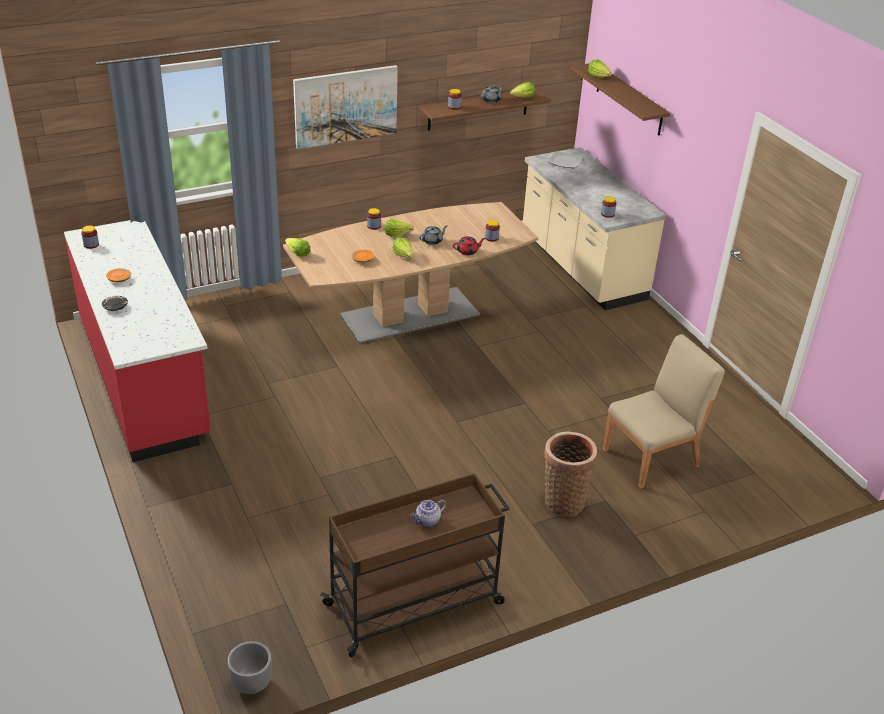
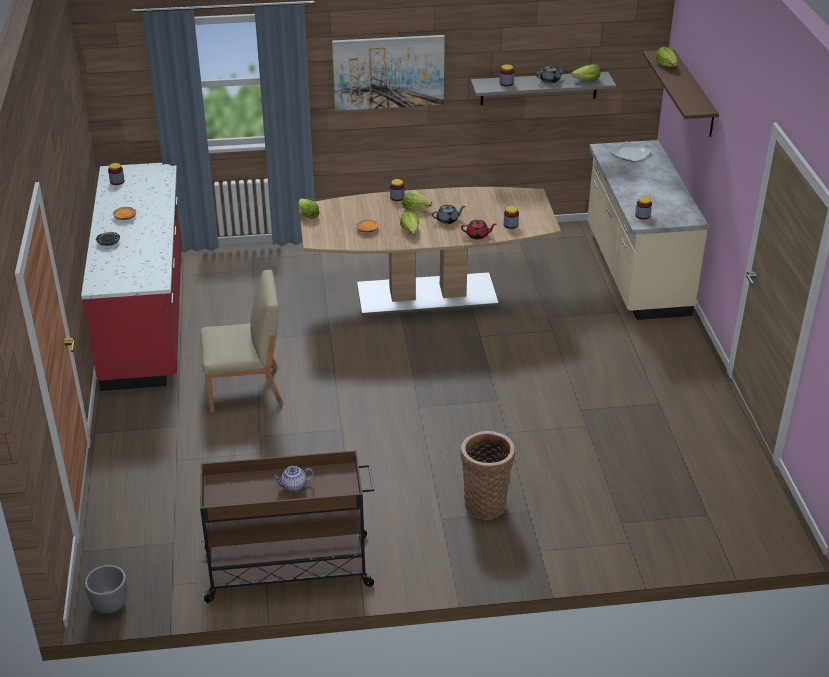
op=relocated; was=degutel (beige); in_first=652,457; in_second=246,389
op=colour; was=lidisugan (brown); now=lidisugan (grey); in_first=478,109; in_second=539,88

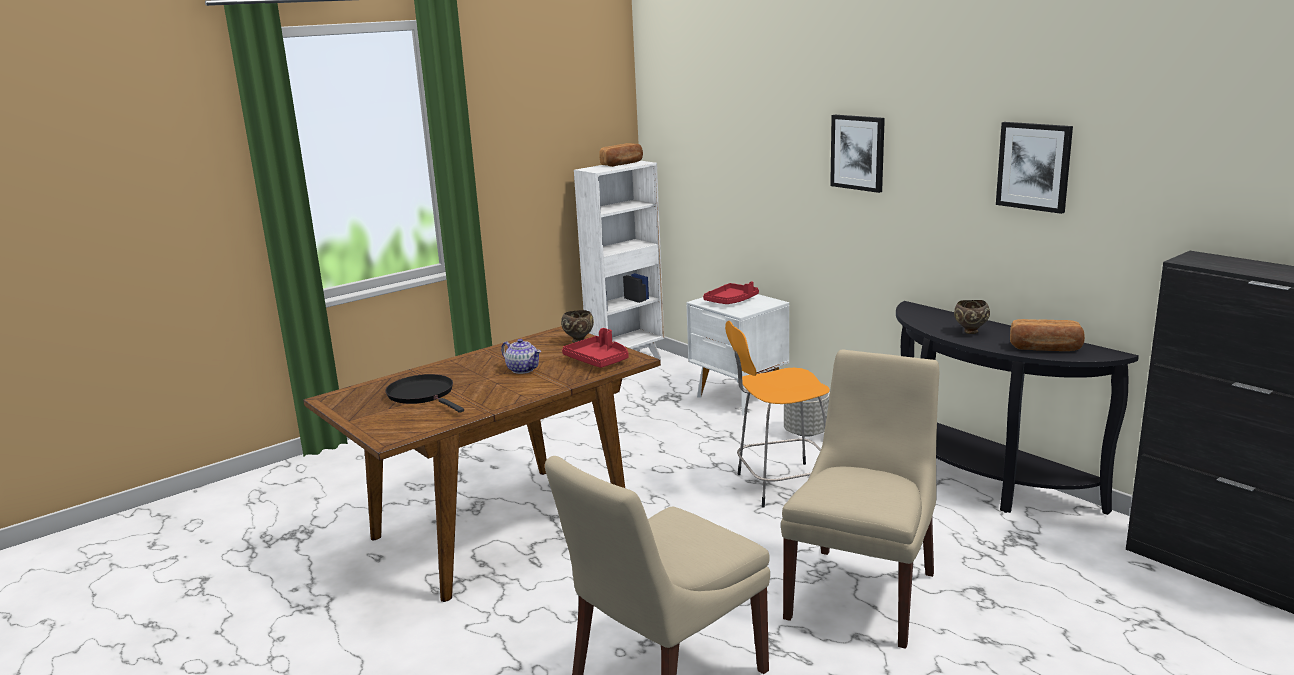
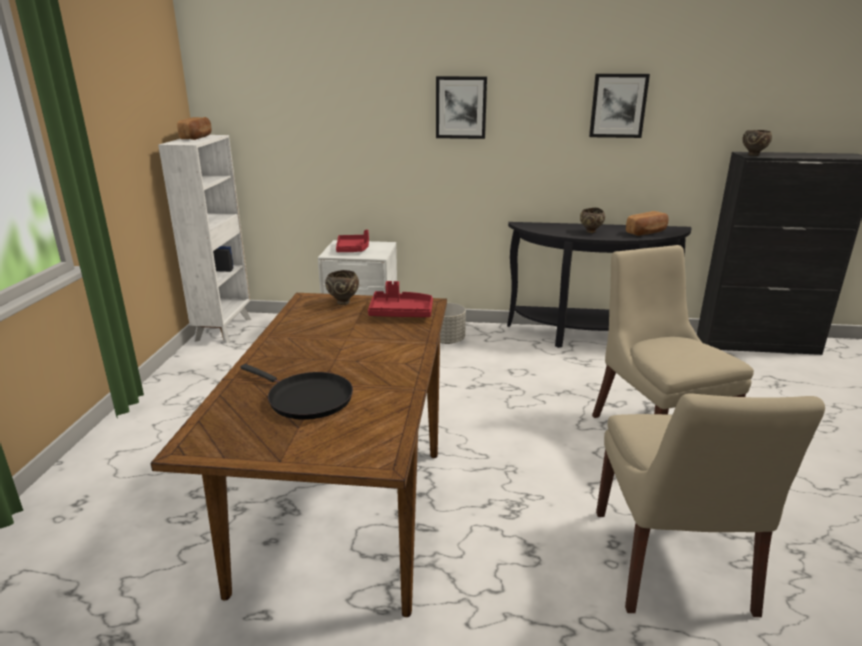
op=missing; was=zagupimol; in_first=523,369
op=missing; was=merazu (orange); in_first=780,485
op=appeared; now=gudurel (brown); in_second=753,155
op=spun; was=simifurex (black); in_first=423,395; in_second=306,399; clockwise=-150

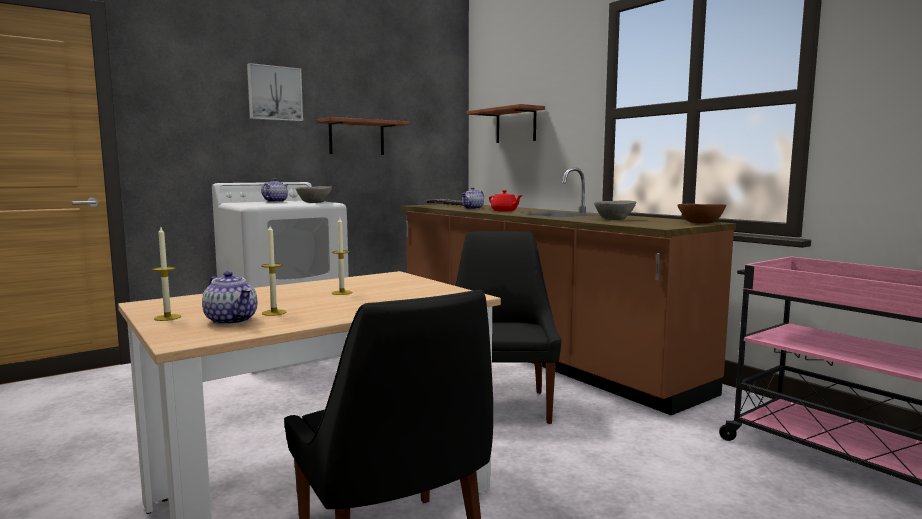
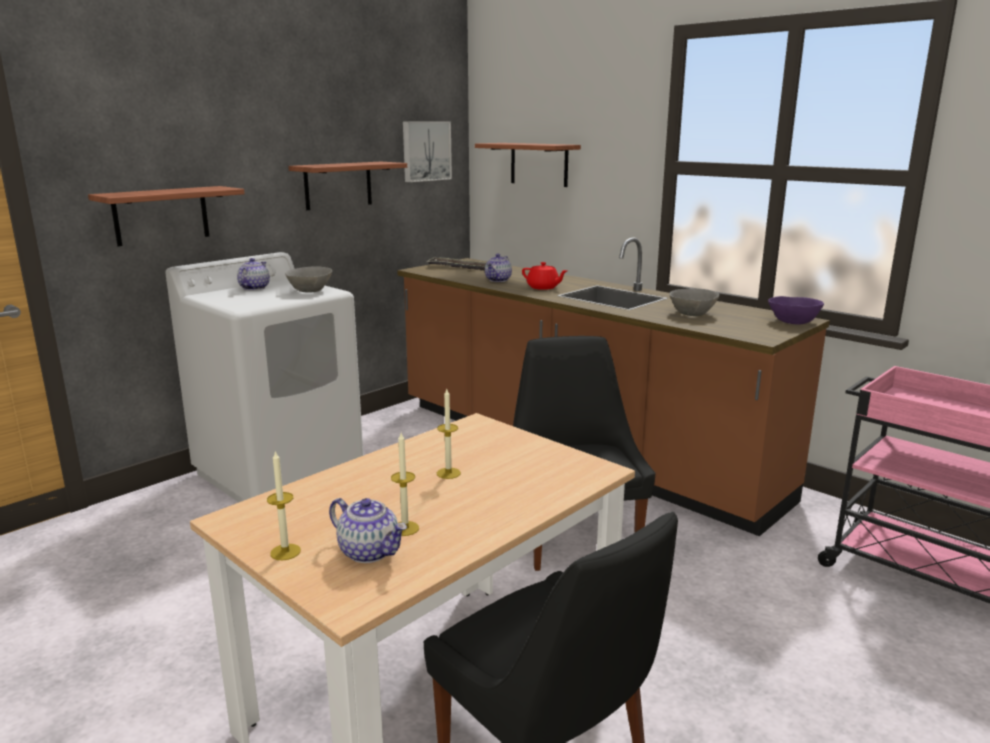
op=appeared; now=lidisugan; in_second=161,215
op=relocated; was=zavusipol; in_first=274,93; in_second=425,151
op=colour; was=gudurel (brown); now=gudurel (purple); in_first=701,223; in_second=794,322

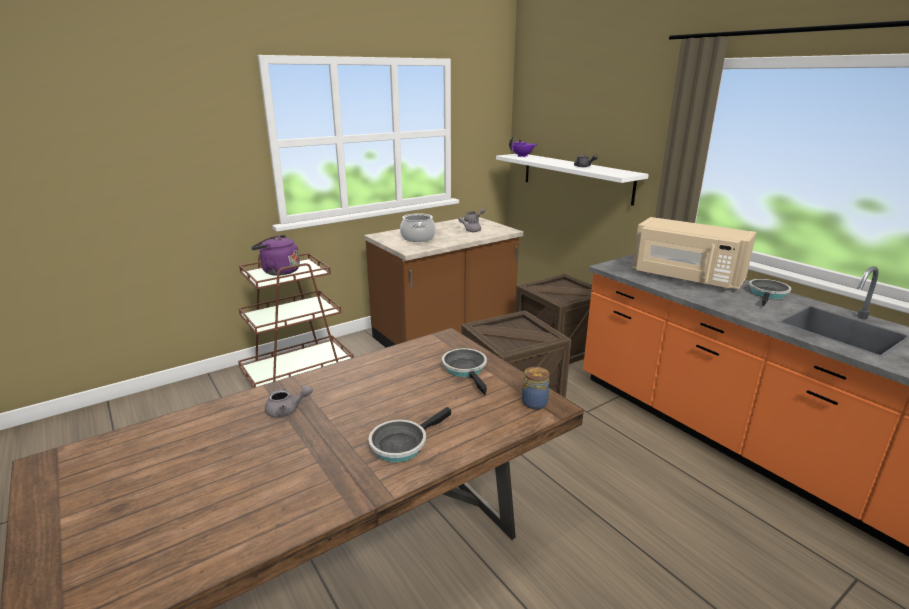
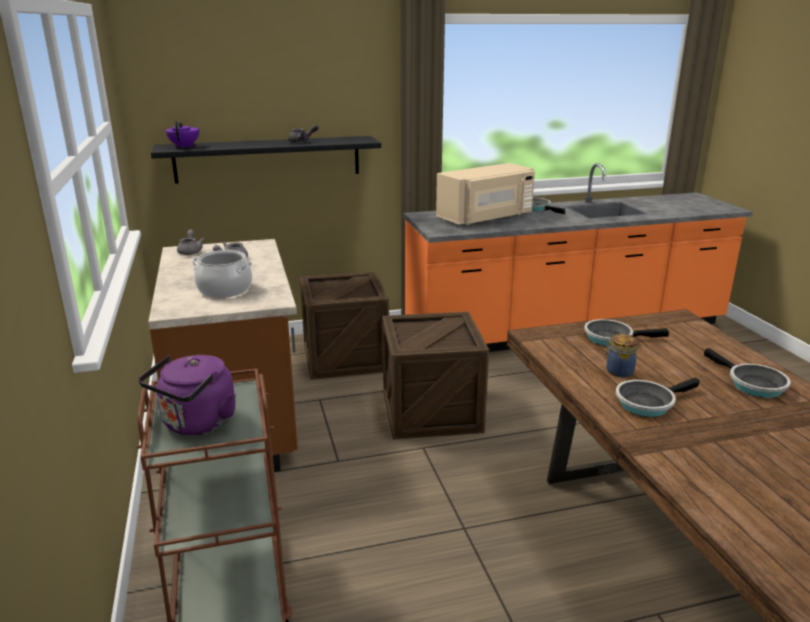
op=missing; was=zagupimol (grey); in_first=287,410
op=appeared; now=simifurex; in_second=647,403
op=relocated; was=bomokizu; in_first=534,402; in_second=618,371
op=colour; was=lidisugan (white); now=lidisugan (black); in_first=576,177; in_second=268,159

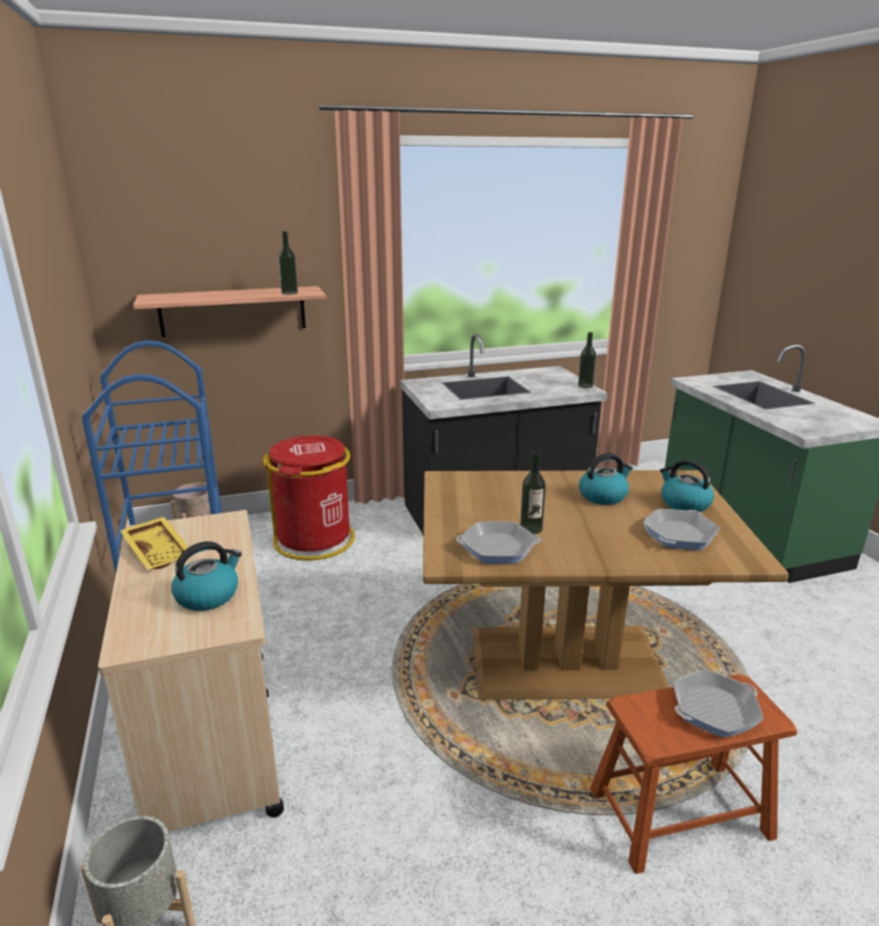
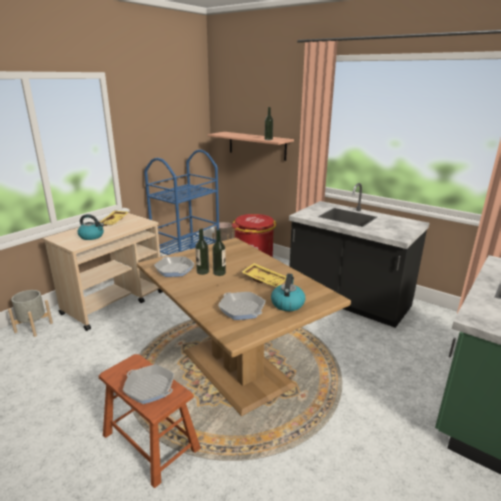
op=relocated; was=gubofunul; in_first=585,386; in_second=219,273
op=exchanged; was=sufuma; now=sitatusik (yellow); in_first=603,496; in_second=265,280
op=spun; was=simifurex; in_first=679,535; in_second=242,309; clockwise=-135

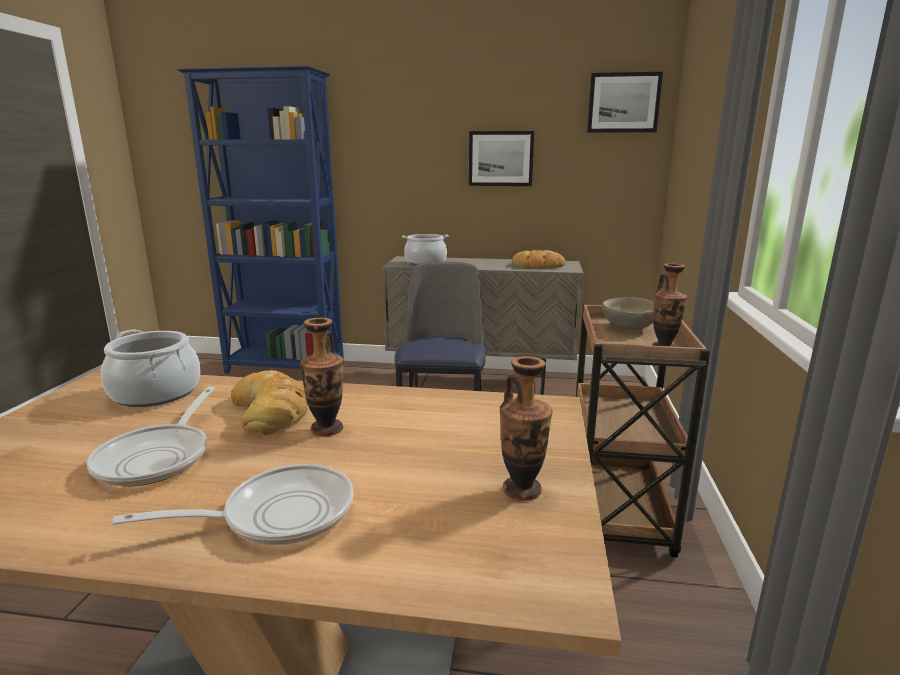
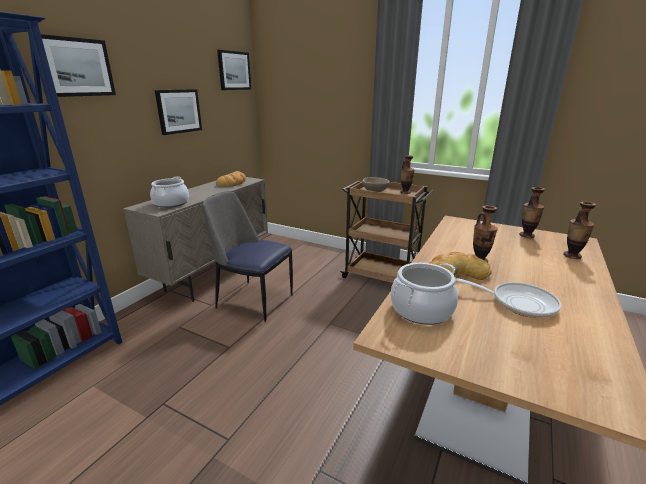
op=missing; was=simifurex; in_first=278,515
op=appeared; now=zavusipol; in_second=77,67
op=appeared; now=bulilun; in_second=572,256

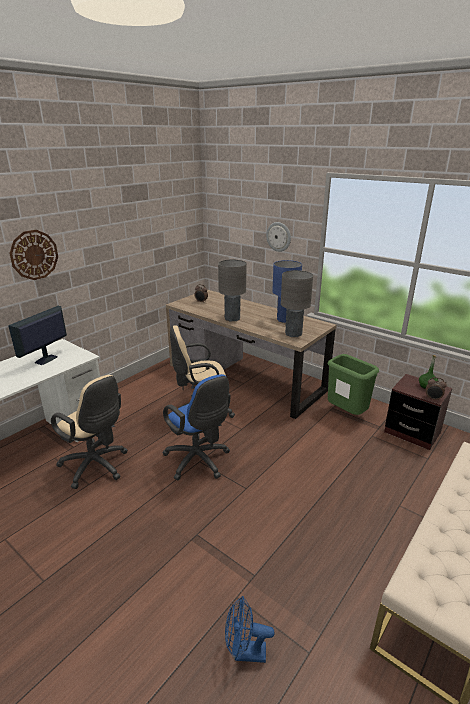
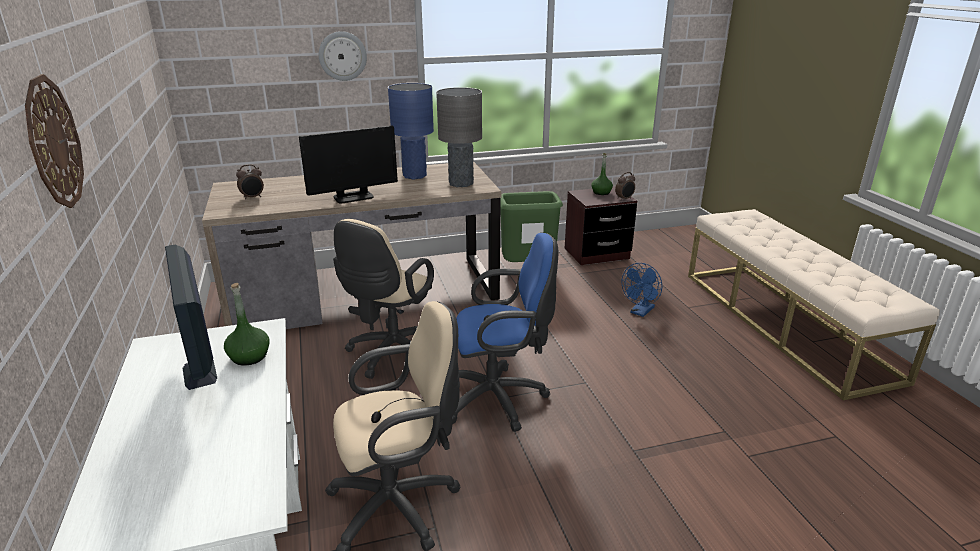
op=appeared; now=gubofunul (green); in_second=249,357
op=relocated; was=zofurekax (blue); in_first=245,653; in_second=640,312
op=exchanged; was=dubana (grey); now=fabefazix; in_first=232,318; in_second=353,197

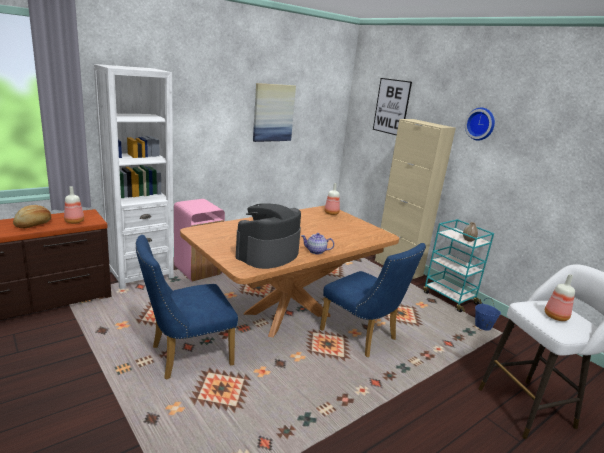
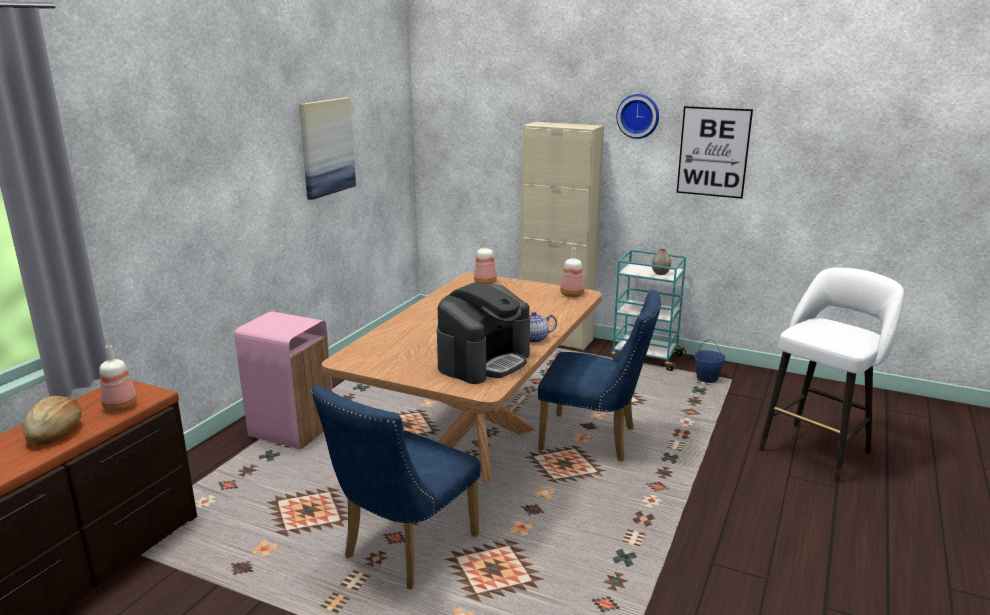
op=missing; was=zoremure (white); in_first=140,274
op=relocated; was=zavusipol; in_first=391,106; in_second=713,152
op=relocated; was=gubofunul; in_first=555,316; in_second=572,294
op=spun; was=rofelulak; in_first=267,254; in_second=484,361; clockwise=-150

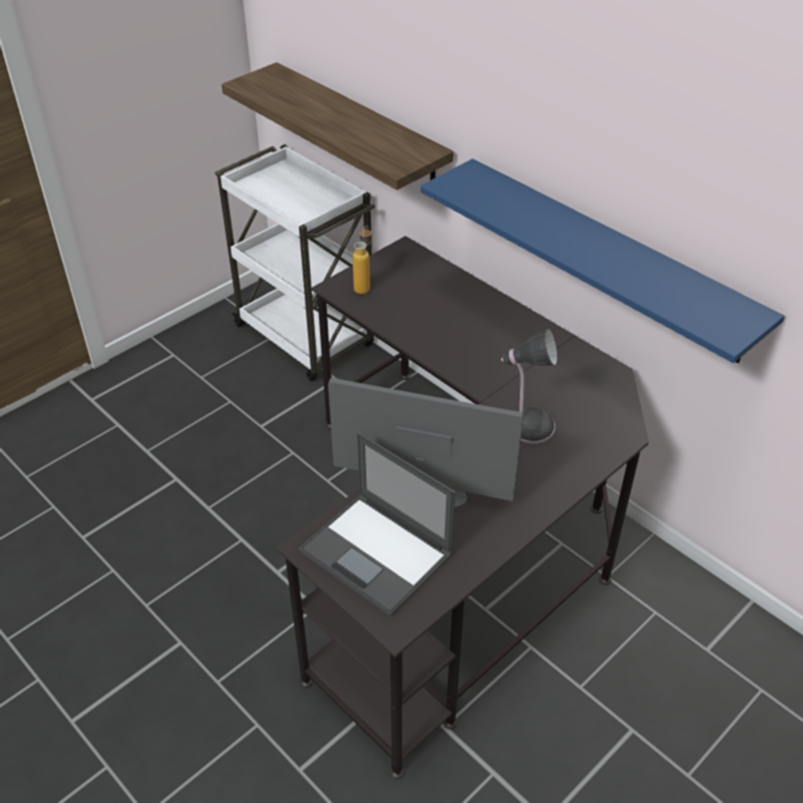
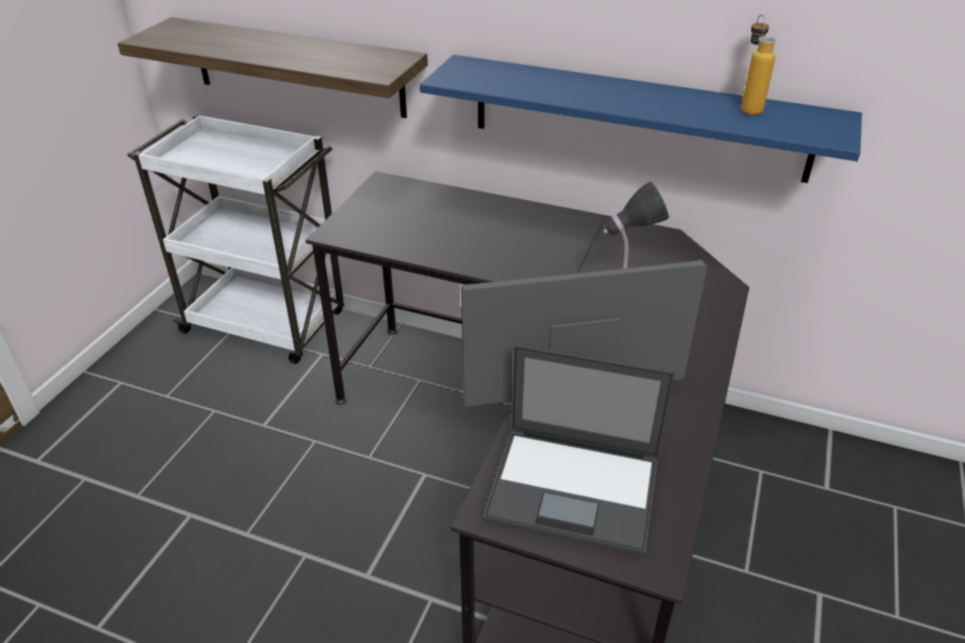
op=relocated; was=gubofunul; in_first=364,286; in_second=748,107

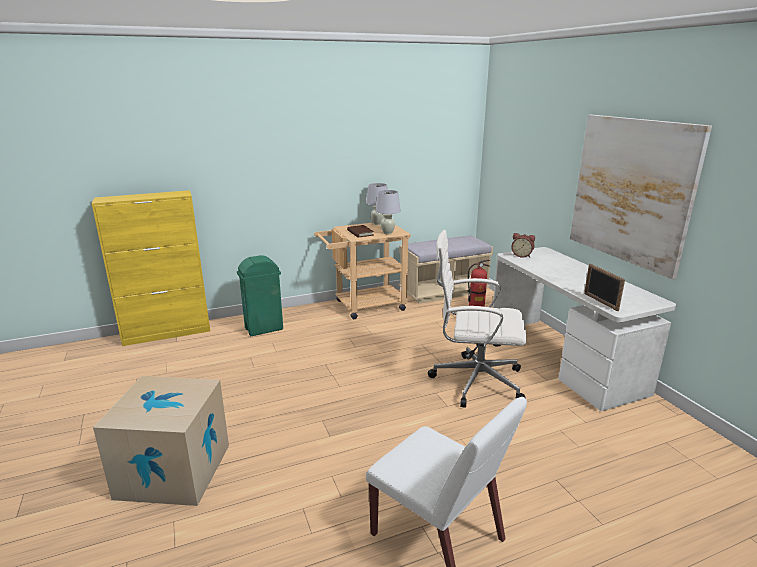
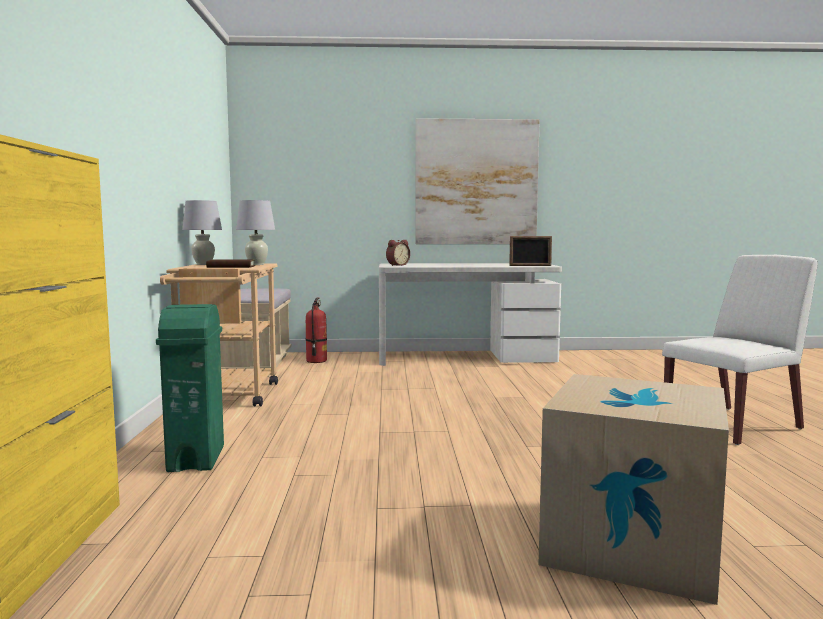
op=missing; was=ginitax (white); in_first=474,380

